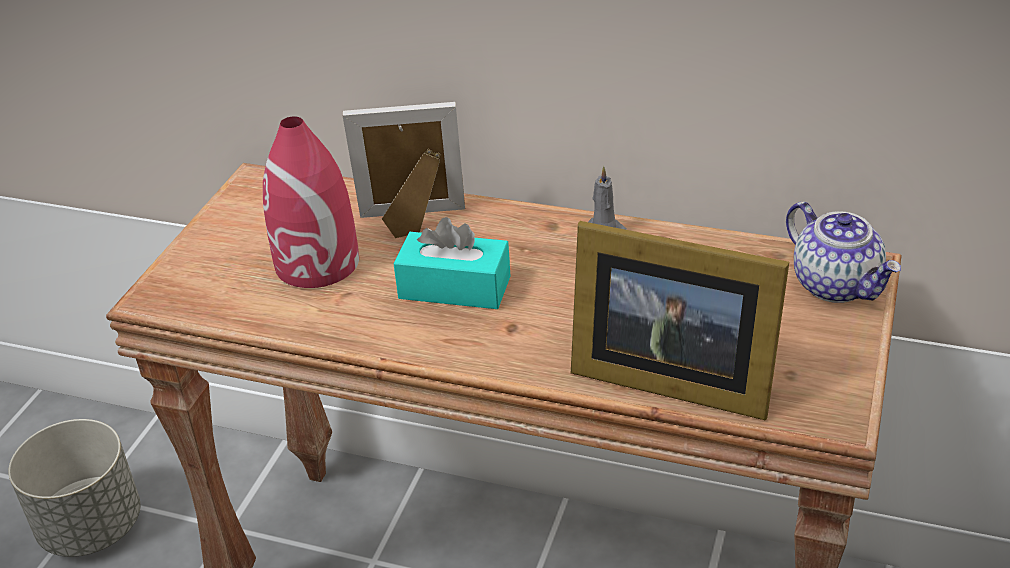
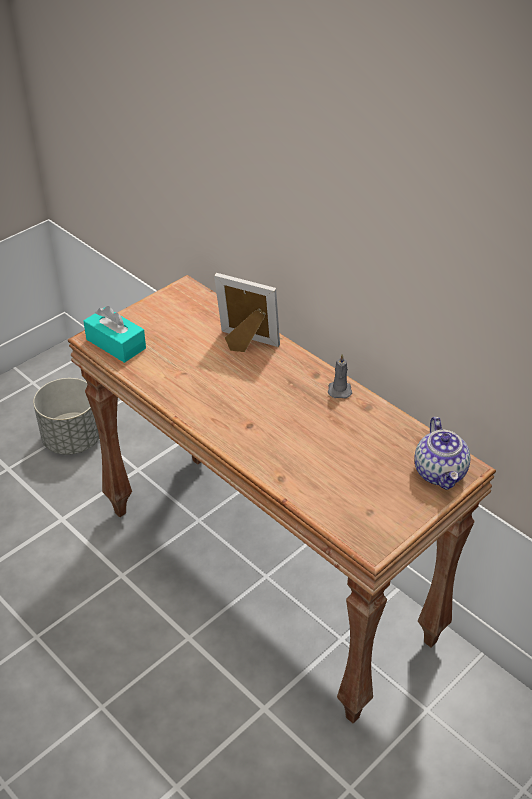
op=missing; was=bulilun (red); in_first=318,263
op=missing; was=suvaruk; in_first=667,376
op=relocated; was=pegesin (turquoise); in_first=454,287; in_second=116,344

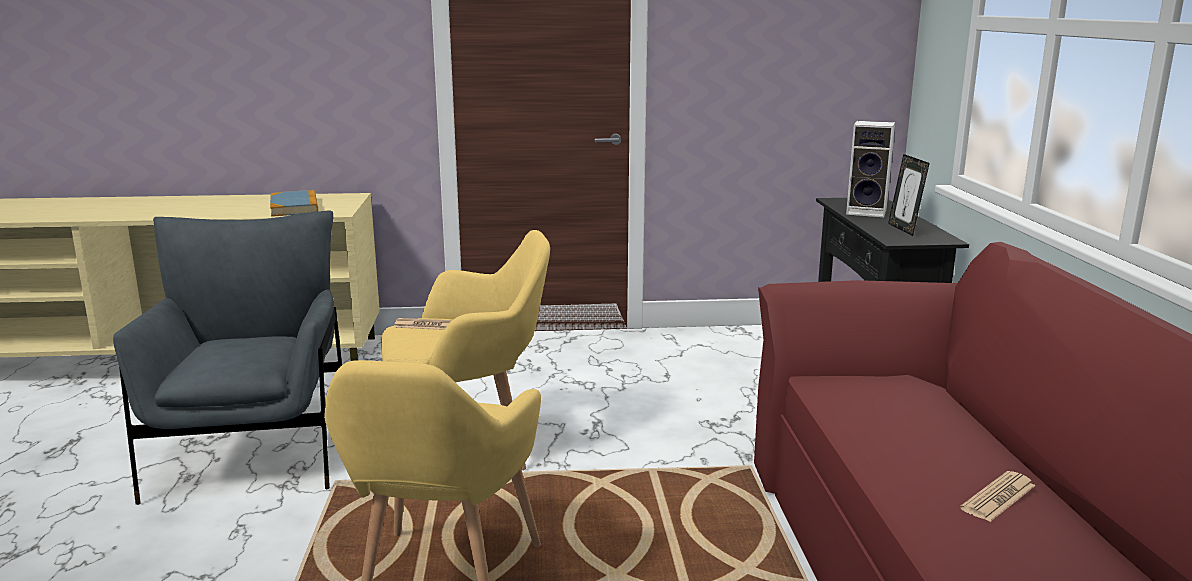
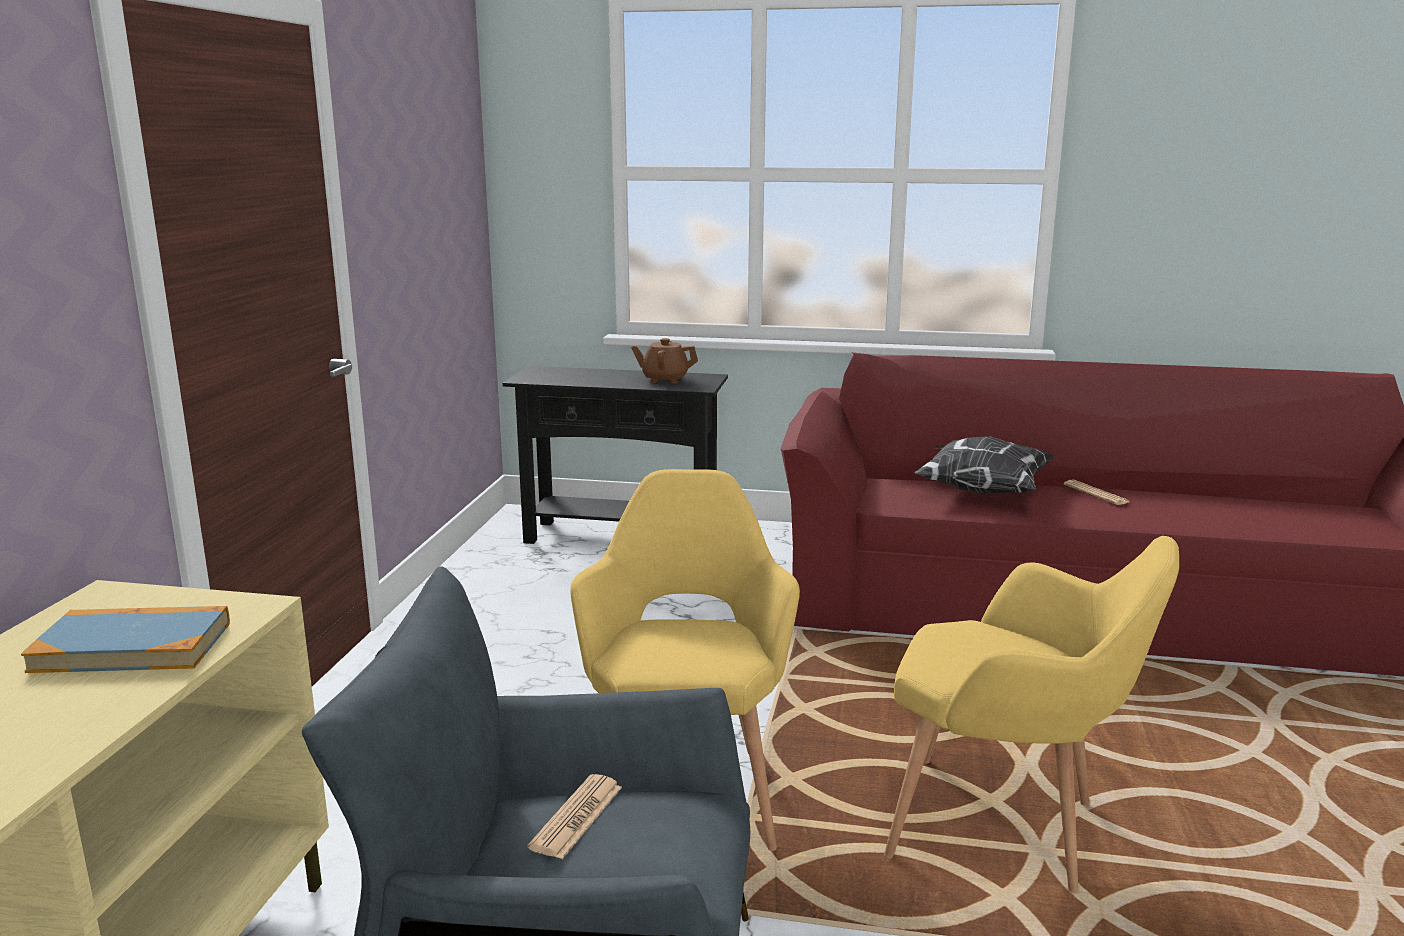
op=missing; was=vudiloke; in_first=868,212
op=appeared; now=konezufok; in_second=981,490
op=relocated; was=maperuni; in_first=429,325; in_second=577,817
op=exchanged; was=suvaruk; now=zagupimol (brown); in_first=904,229; in_second=664,380

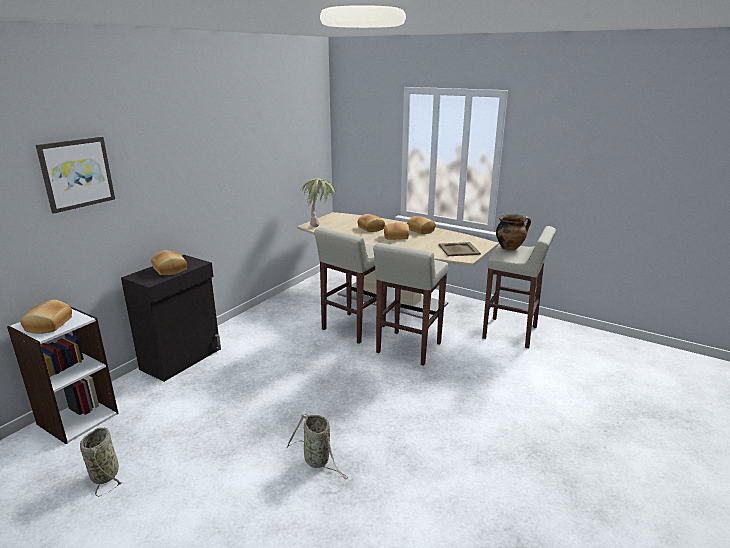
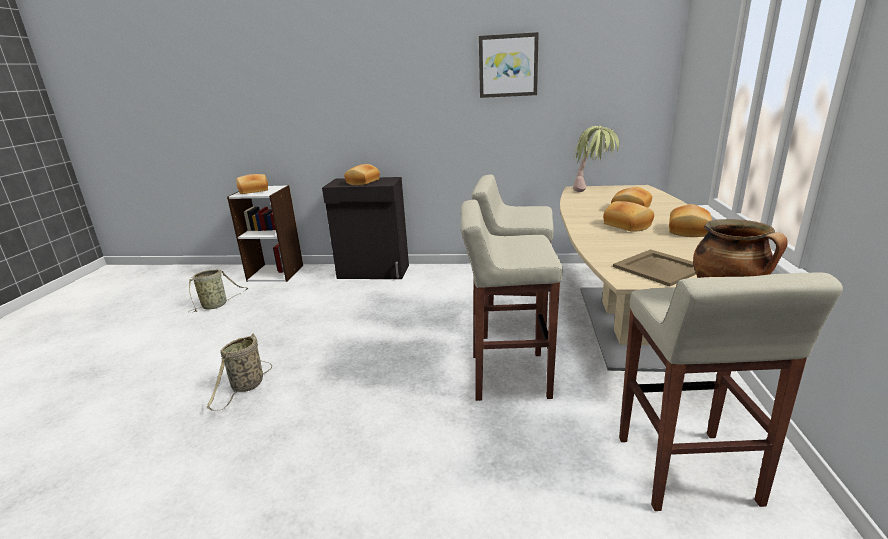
op=relocated; was=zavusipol; in_first=76,173; in_second=508,65

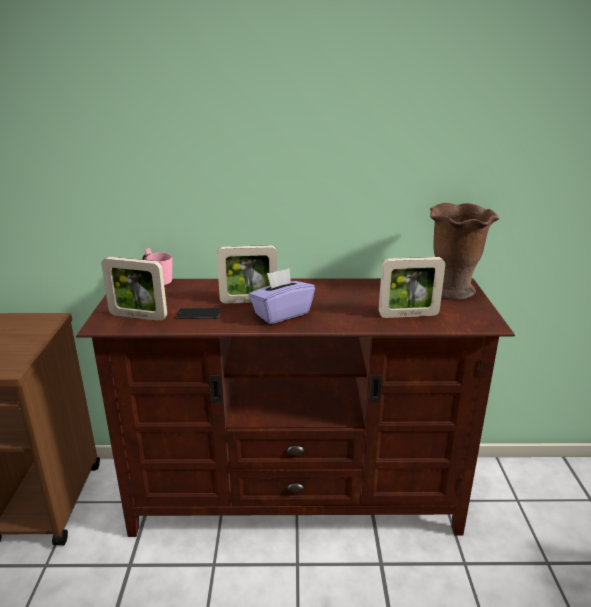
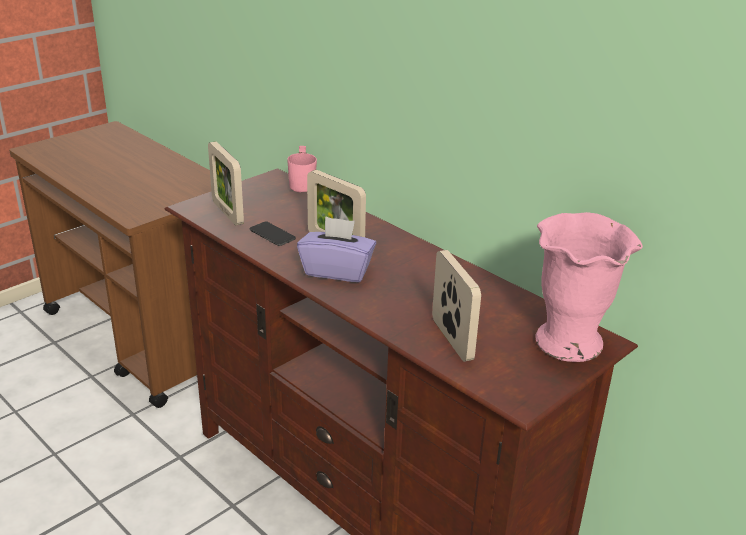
op=colour; was=bulilun (brown); now=bulilun (pink); in_first=453,290; in_second=569,343
op=spun; was=suvaruk; in_first=408,315; in_second=452,340; clockwise=-150

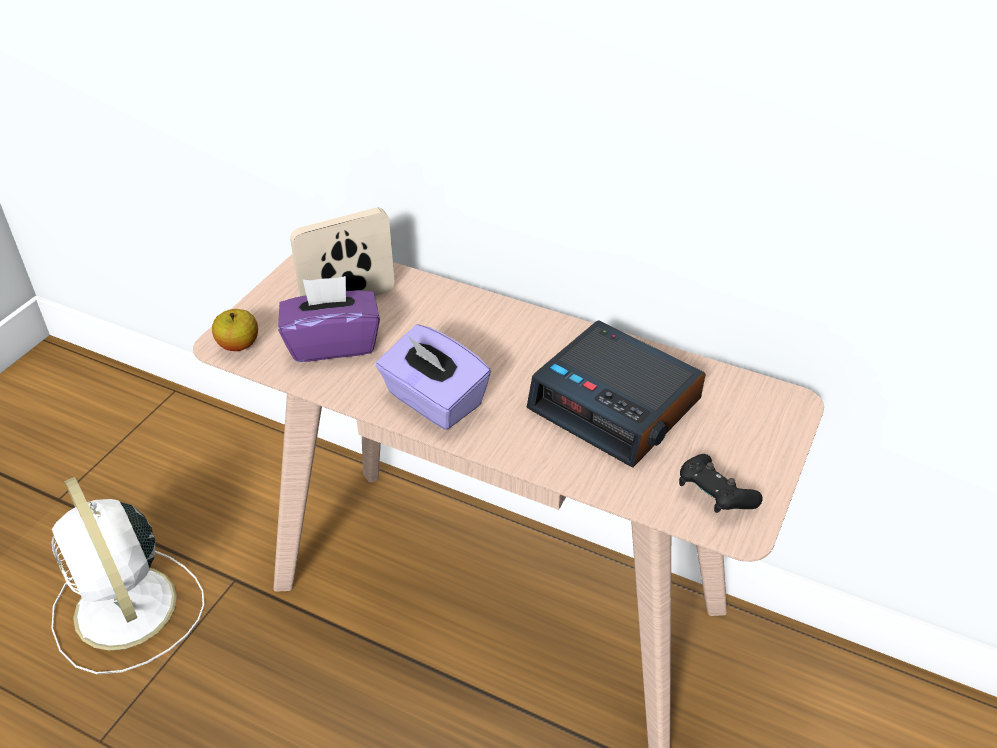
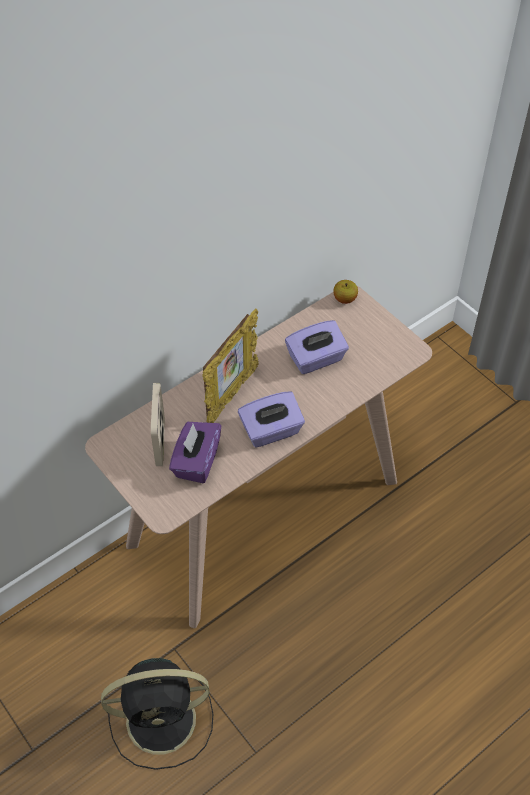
op=missing; was=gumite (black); in_first=714,496
op=appeared; now=suvaruk; in_second=231,396
op=relocated; was=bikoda; in_first=238,345; in_second=345,299
op=exchanged; was=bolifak; now=pegesin (purple); in_first=616,405; in_second=316,359
op=colour; was=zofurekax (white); now=zofurekax (black); in_first=127,611; in_second=164,719

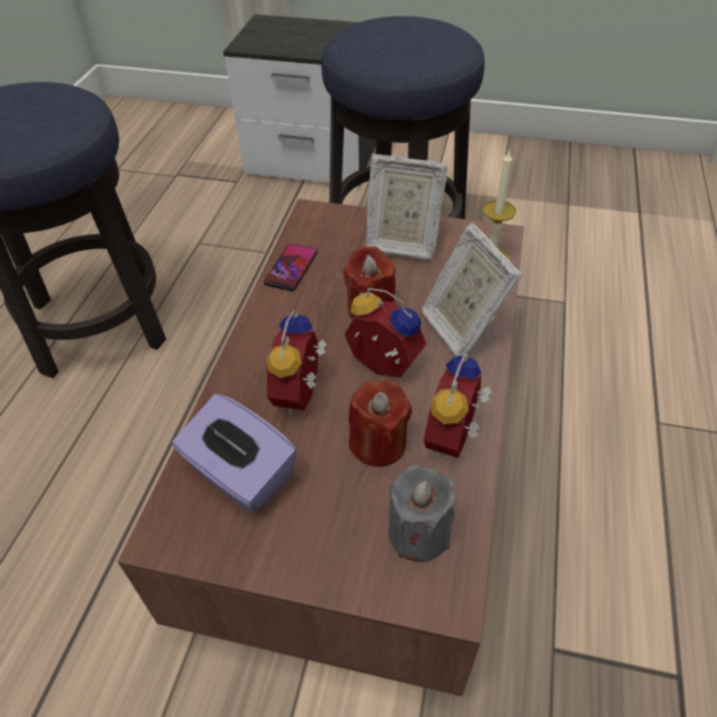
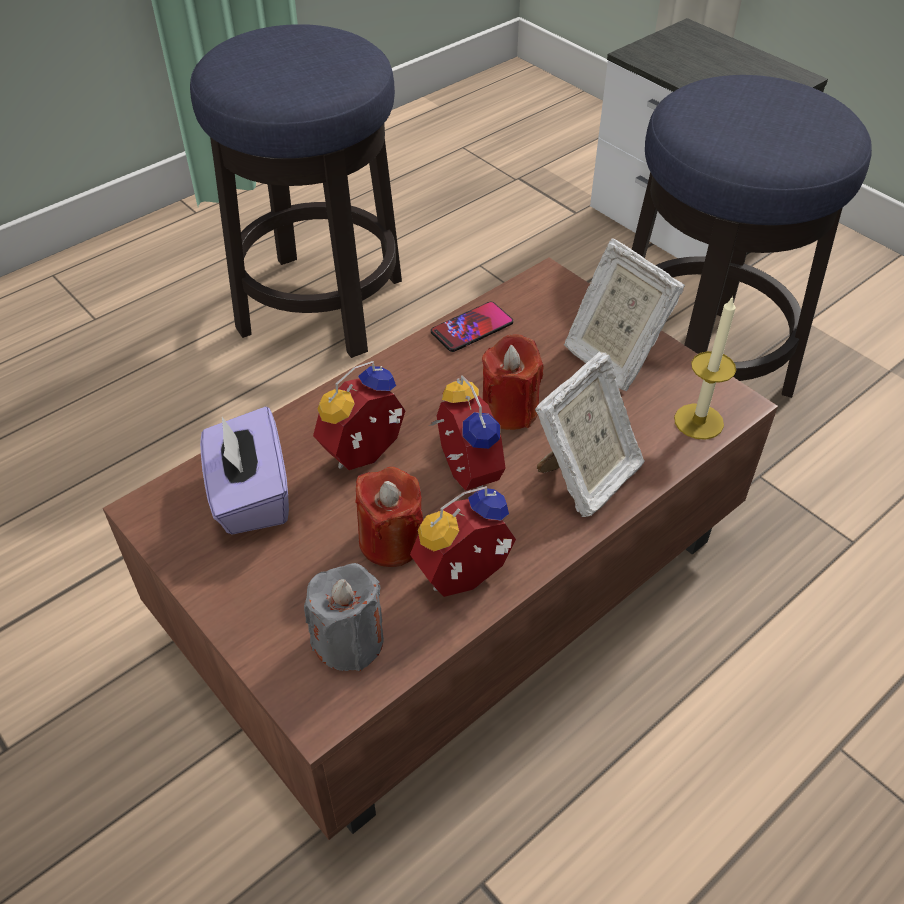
op=spun; was=suvaruk; in_first=461,327; in_second=585,477; clockwise=-150

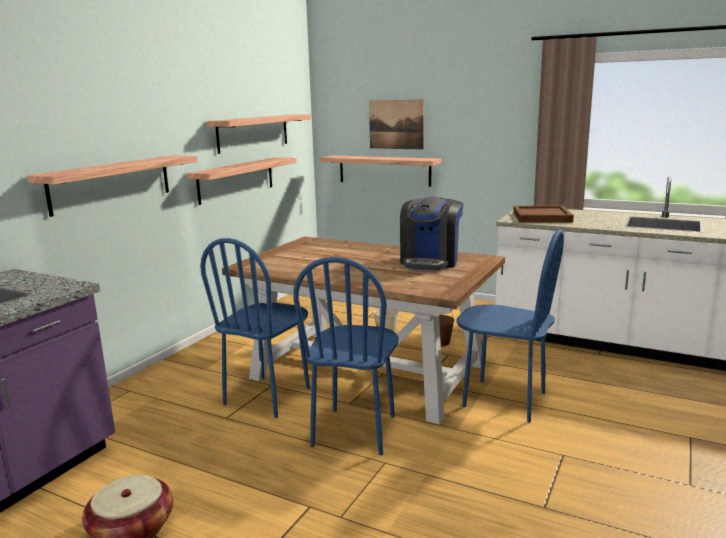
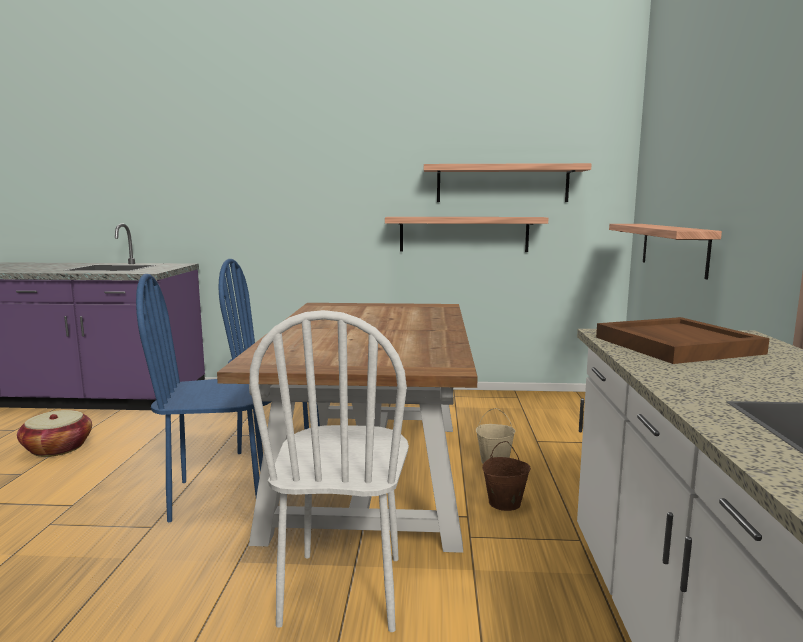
op=missing; was=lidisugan; in_first=112,183
op=missing; was=zavusipol; in_first=396,124
op=missing; was=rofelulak; in_first=430,261
op=colour; was=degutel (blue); now=degutel (white); in_first=504,400; in_second=343,590

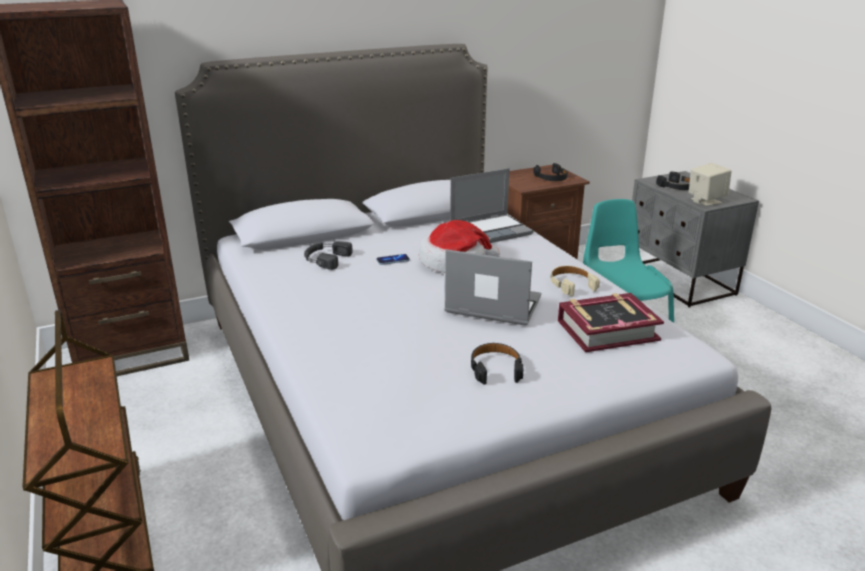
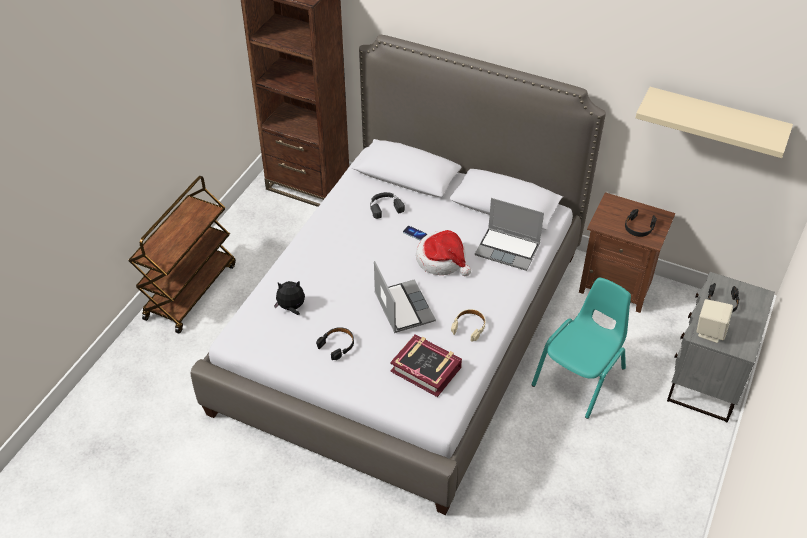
op=appeared; now=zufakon; in_second=291,308
op=appeared; now=lidisugan (beige); in_second=715,120

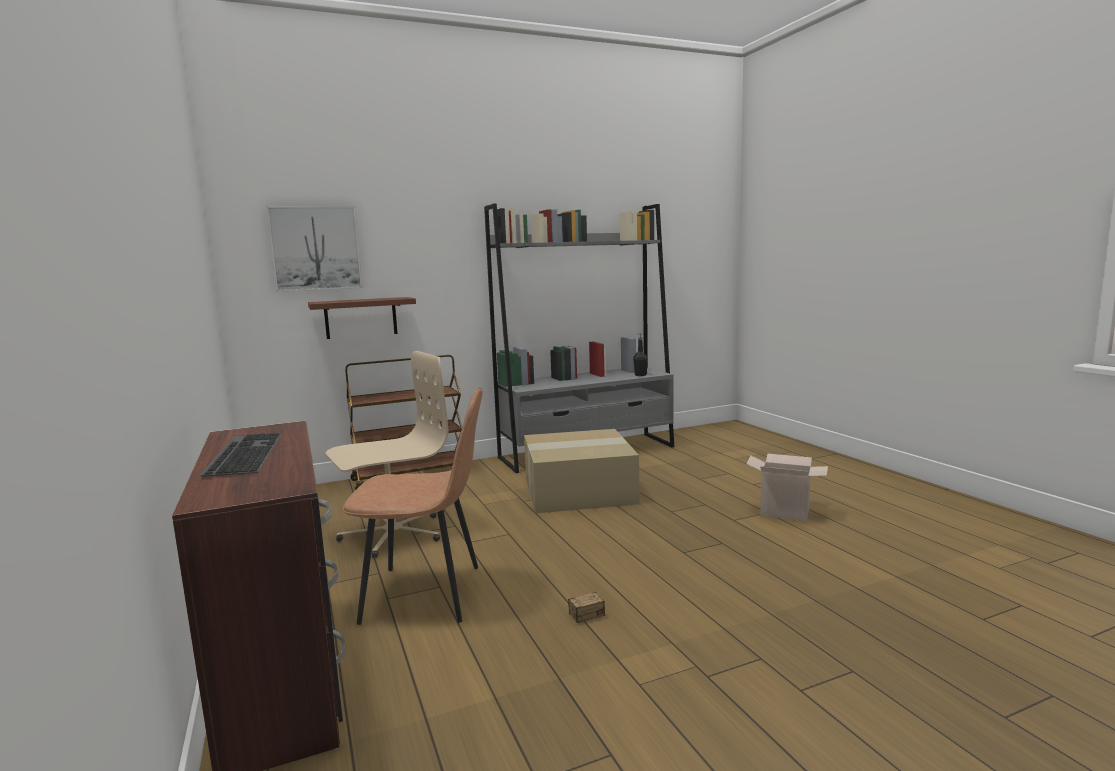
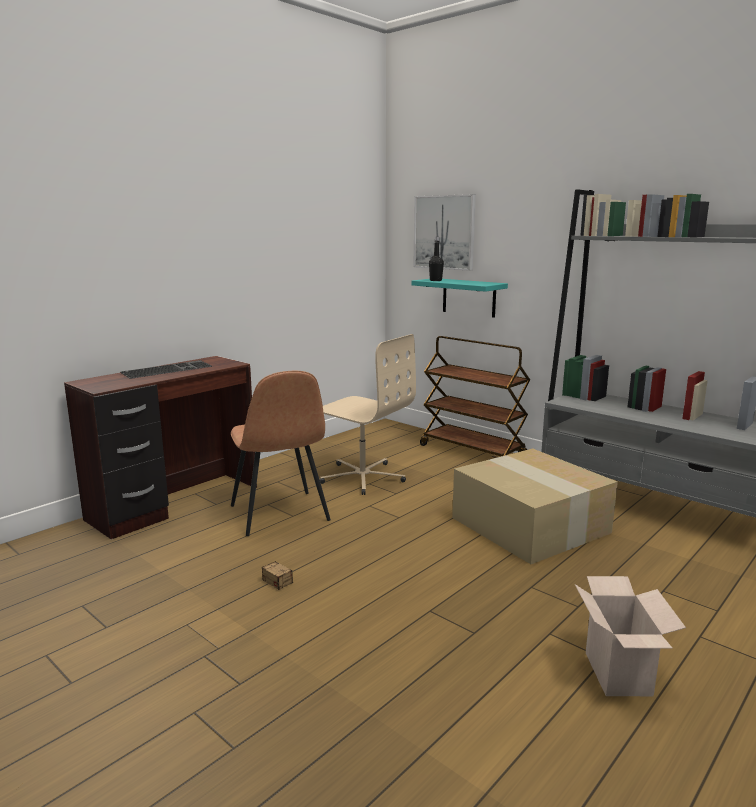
op=relocated; was=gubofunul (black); in_first=640,375; in_second=435,280
op=colour; was=lidisugan (brown); now=lidisugan (turquoise); in_first=361,317; in_second=469,297

